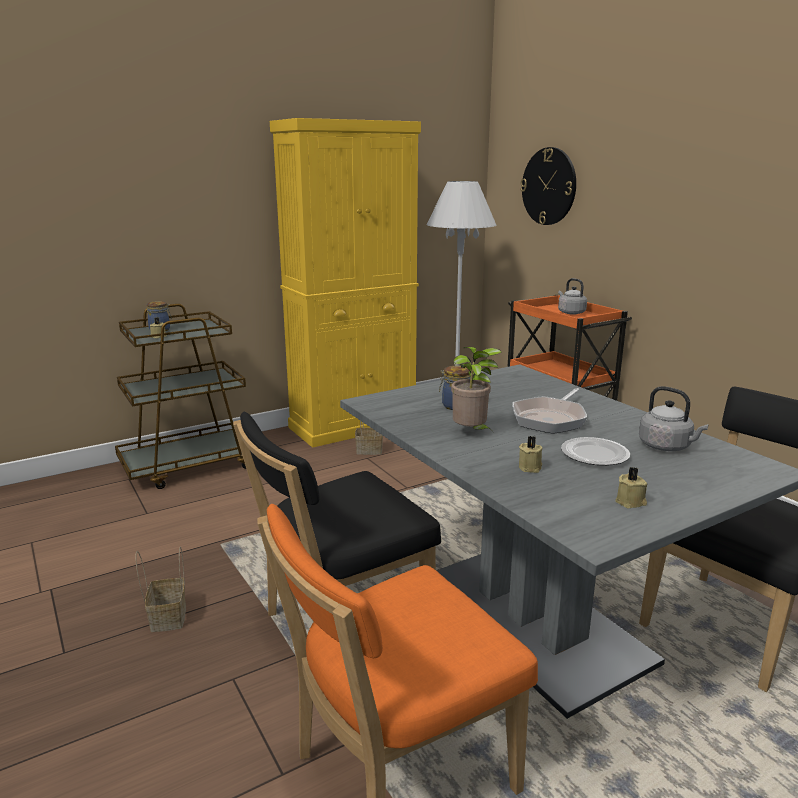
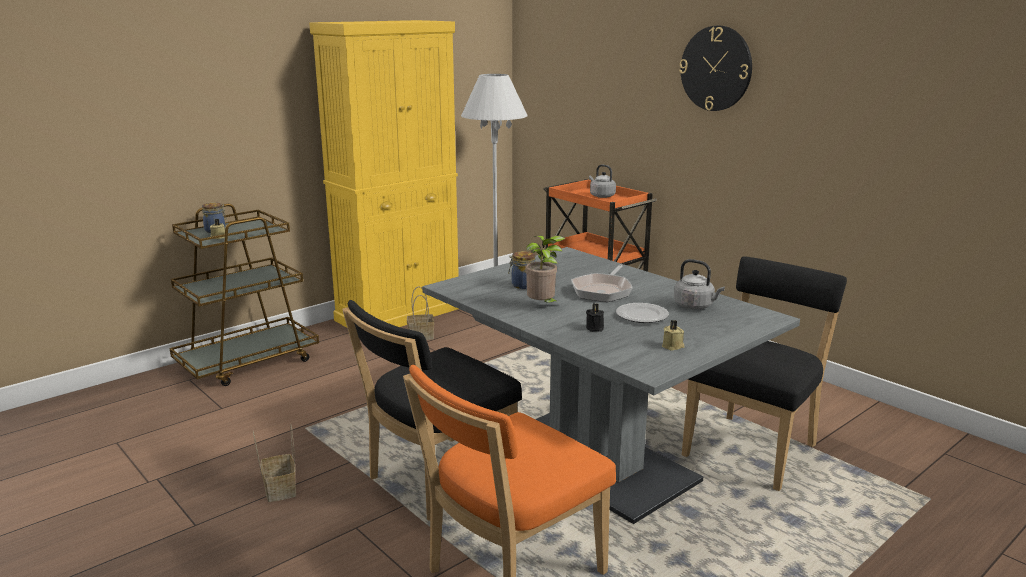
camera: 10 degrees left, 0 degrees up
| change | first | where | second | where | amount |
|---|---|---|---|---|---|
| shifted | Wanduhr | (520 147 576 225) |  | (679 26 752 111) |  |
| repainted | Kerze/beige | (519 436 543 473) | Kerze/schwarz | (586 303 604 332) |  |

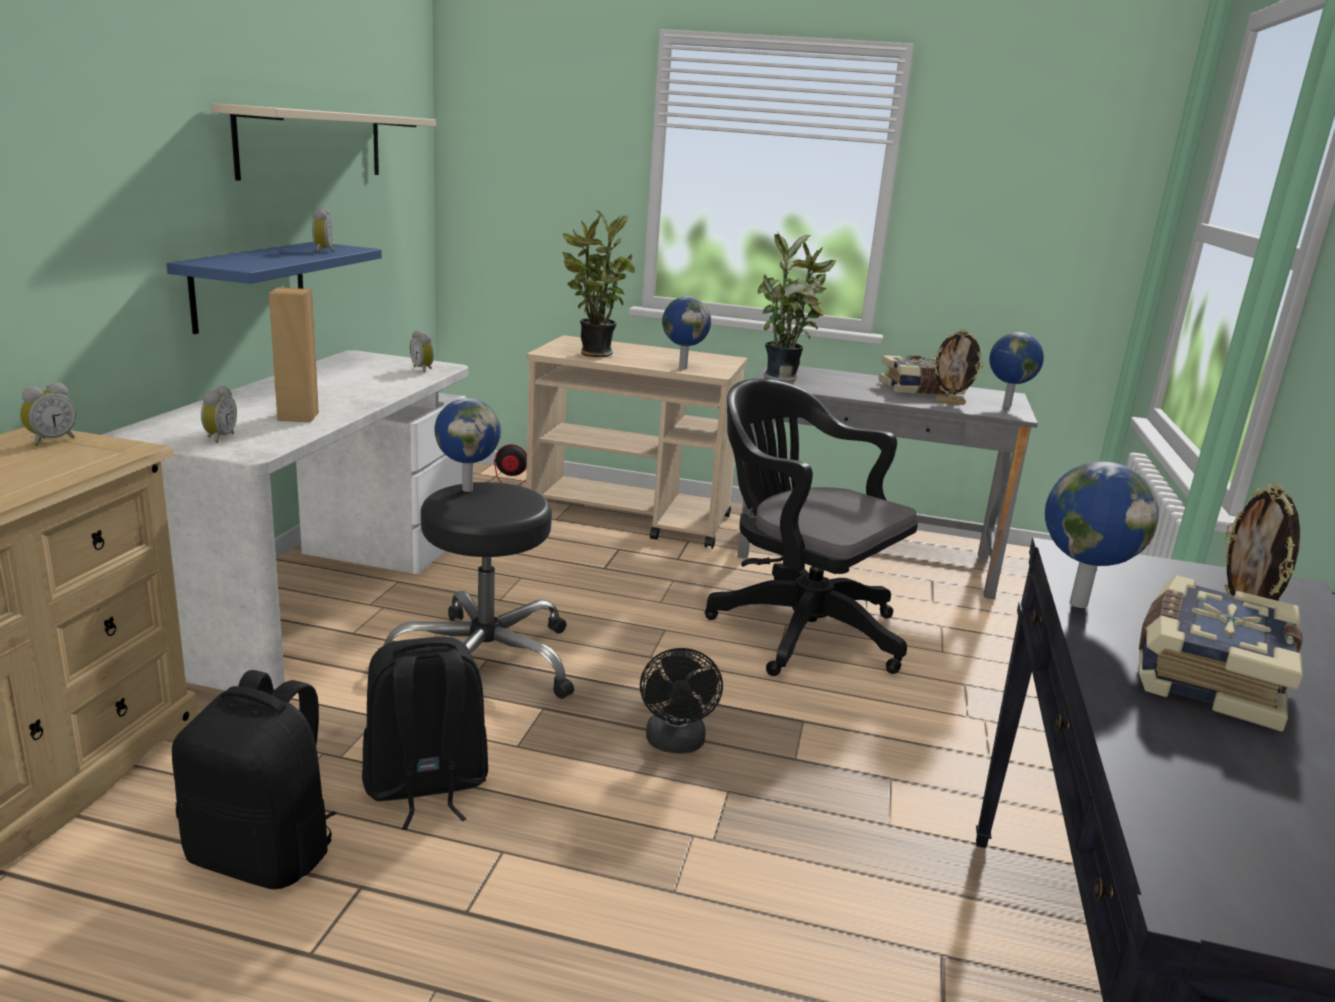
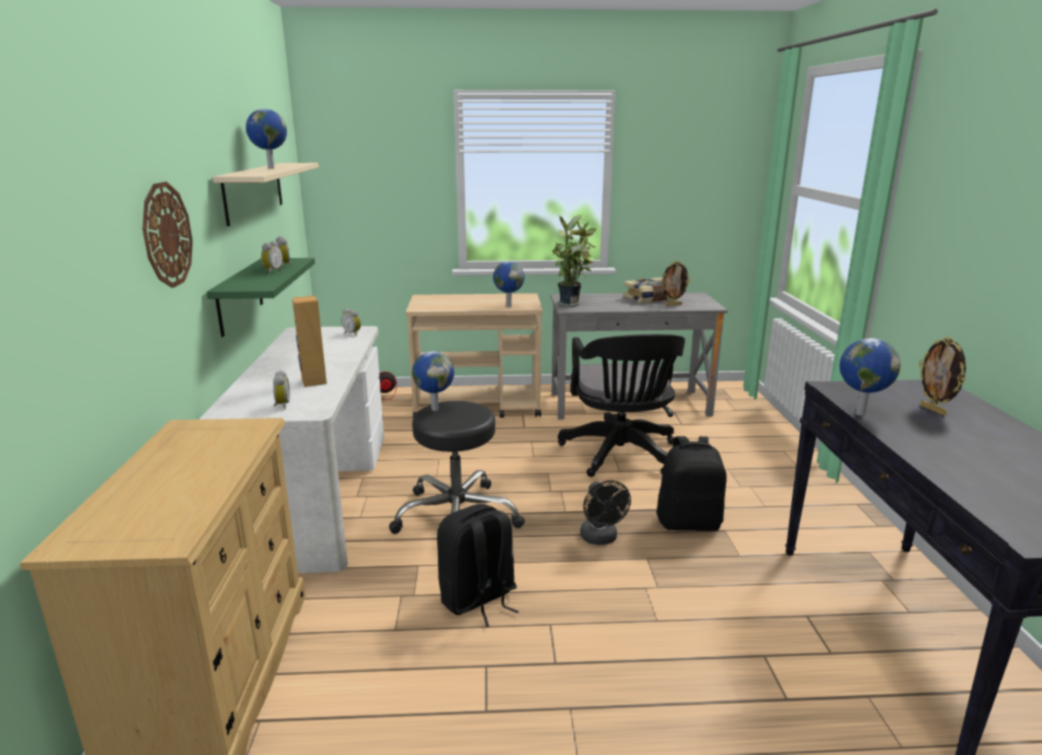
camera: 15 degrees left, 0 degrees up
| change | first | where | second | where | amount |
|---|---|---|---|---|---|
| gone | Topfpflanze | (562 210 635 357) |  |  |  |
| repainted | Wandregal/blau | (166 242 382 334) | Wandregal/grün | (206 258 315 337) |  |
| shifted | Globus | (989 332 1044 408) |  | (246 109 287 169) |  |
| rotated | Bürostuhl/schwarz | (705 379 918 676) |  | (558 334 685 477) | 120 degrees counterclockwise |
| shifted | Wecker | (20 382 76 446) |  | (261 241 283 274) |  |
| gone | Buch | (1139 575 1303 732) |  |  |  |
| shifted | Rucksack/schwarz | (172 670 337 889) |  | (657 436 727 531) |  |
| new |  |  | Wanduhr | (142 182 193 288) |  |

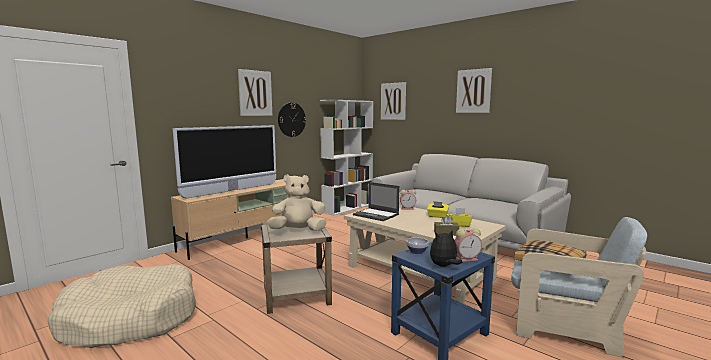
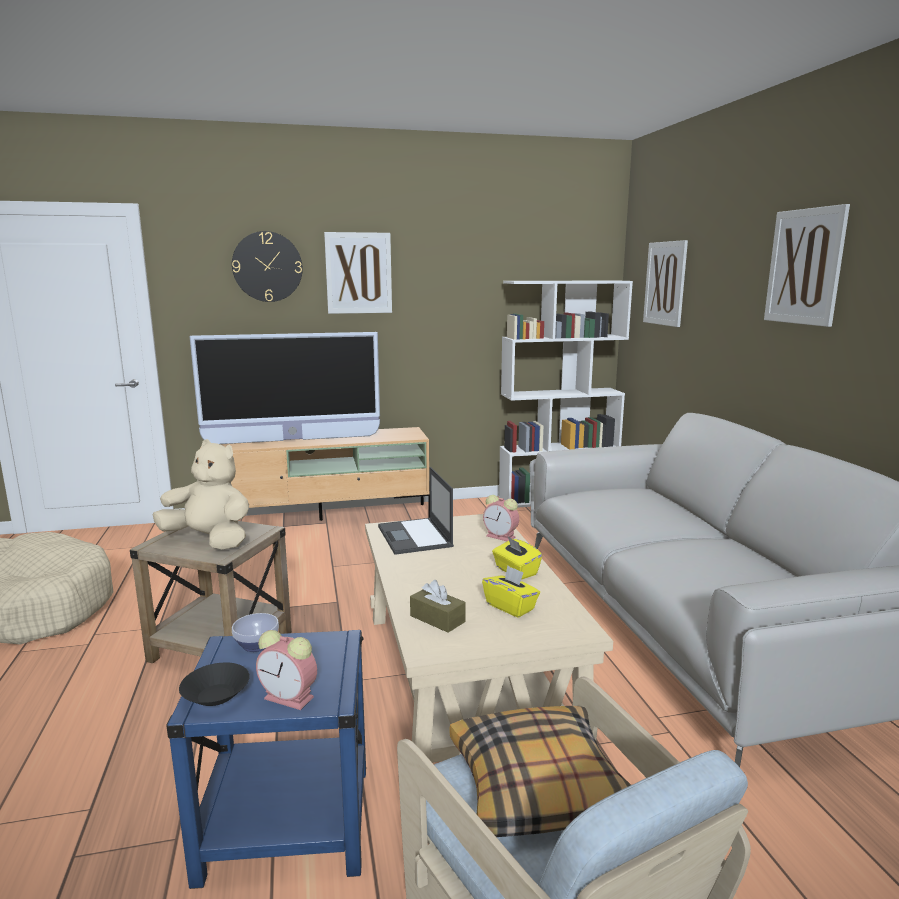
camera: 35 degrees right, 5 degrees up
| change | first | where | second | where | amount |
|---|---|---|---|---|---|
| shifted | Wanduhr | (278 103 306 137) |  | (232 231 303 302) |  |
| swapped | Plüschtier | (430 230 462 267) | Schüssel/schwarz | (179 663 250 706) |  |

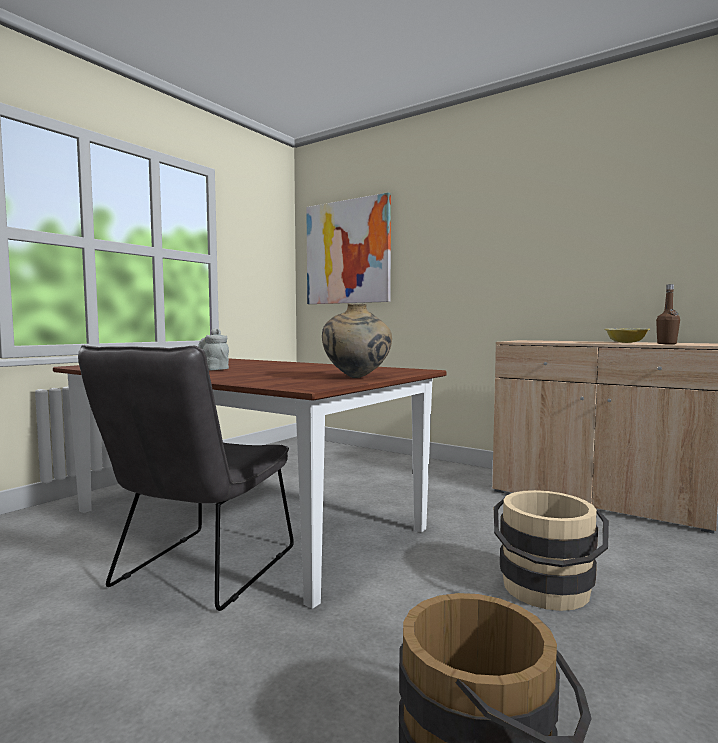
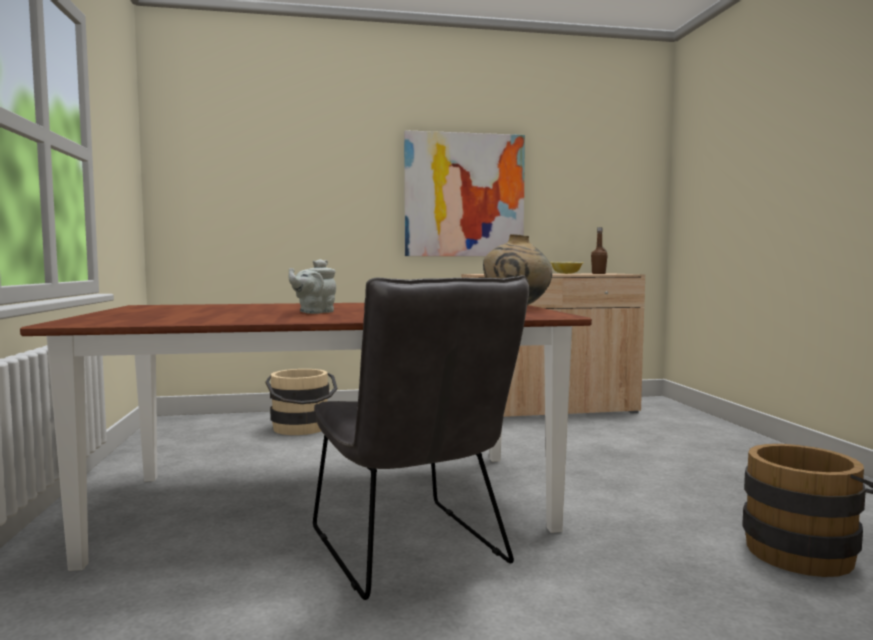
camera: 45 degrees left, 0 degrees up
| change | first | where | second | where | amount |
|---|---|---|---|---|---|
| shifted | Bild | (306 193 391 304) |  | (404 130 525 256) |  |
| rotated | Teekanne/grau | (198 328 229 370) |  | (289 259 336 314) | 60 degrees counterclockwise |
| shifted | Eimer/beige | (494 490 609 611) |  | (265 369 337 435) |  |

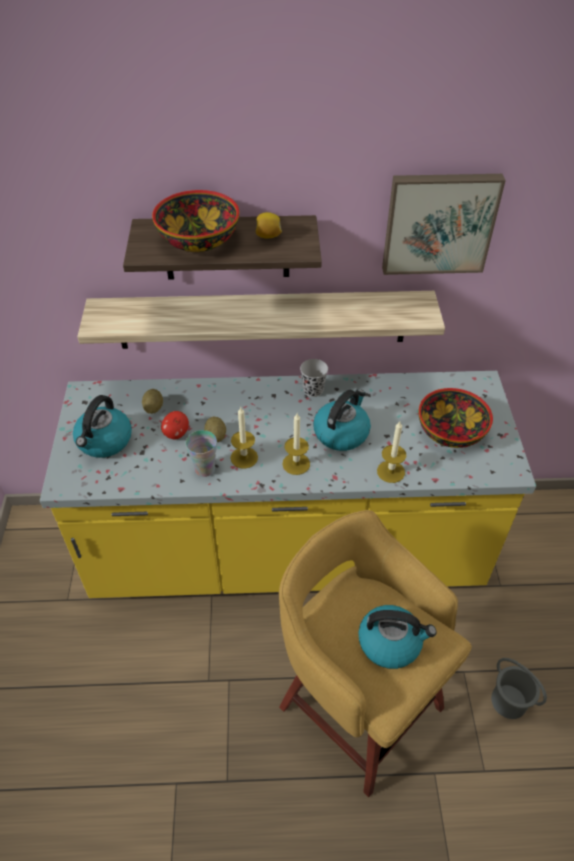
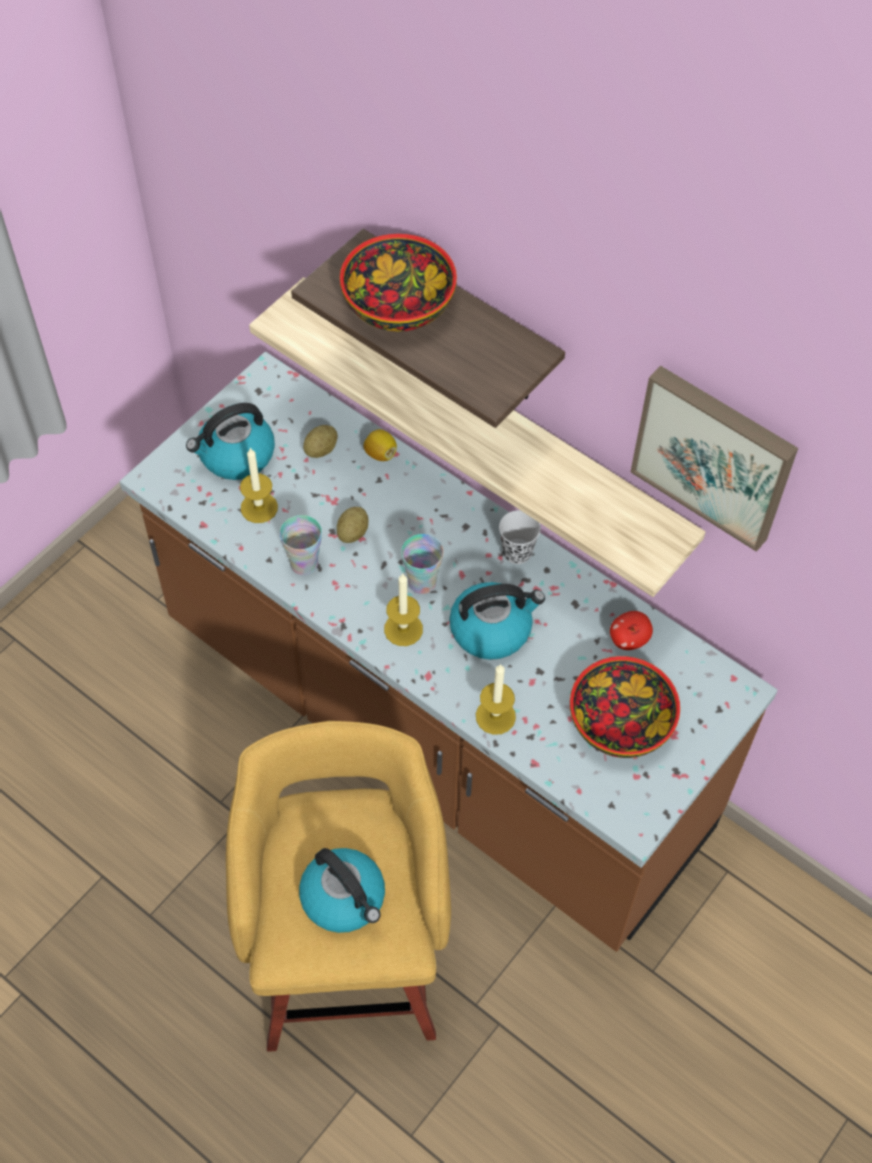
camera: 40 degrees right, 10 degrees up
| change | first | where | second | where | amount |
|---|---|---|---|---|---|
| shifted | Zitrone | (256 212 282 239) |  | (363 429 397 461) |  |
| repainted | Küchenzeile/gelb | (40 371 536 598) | Küchenzeile/braun | (120 352 778 952) |  |
| shifted | Kerze | (230 407 258 469) |  | (240 447 278 523) |  |
| shifted | Apfel | (161 411 189 439) |  | (610 611 653 650) |  |
| gone | Eimer/grau | (491 658 547 719) |  |  |  |
| new |  |  | Tasse | (401 534 444 594) |  |

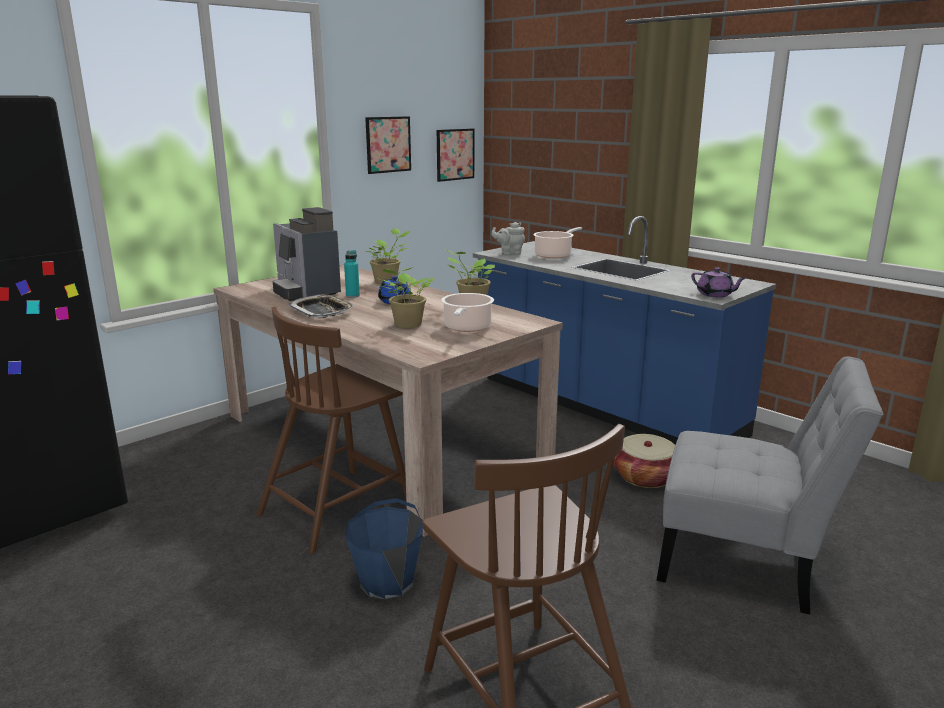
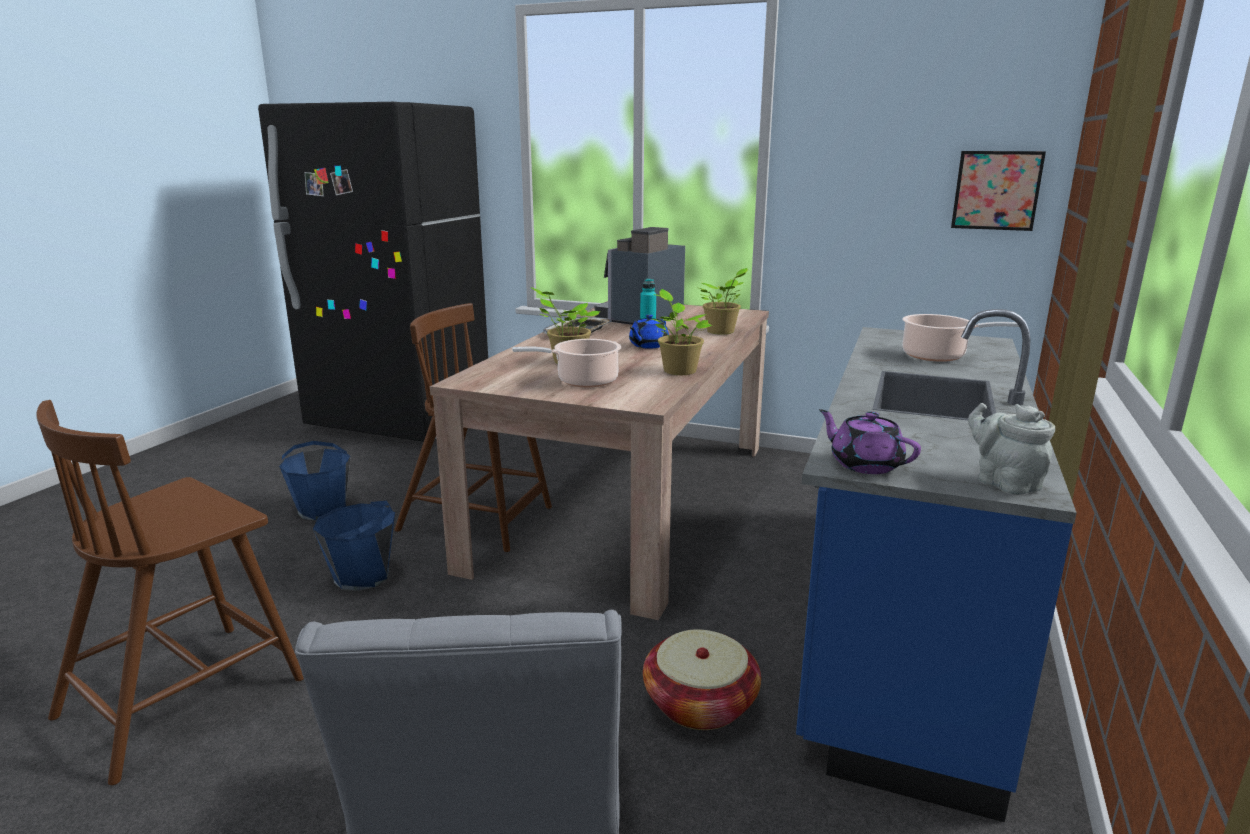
camera: 65 degrees right, 0 degrees up
| change | first | where | second | where | amount |
|---|---|---|---|---|---|
| gone | Bild | (365 116 411 174) |  |  |  |
| shifted | Teekanne/grau | (491 222 525 255) |  | (968 403 1055 495) |  |
| rotated | Teekanne/lila | (691 267 746 297) |  | (819 409 921 474) | 120 degrees clockwise |
| new |  |  | Eimer/blau | (279 441 351 520) |  |

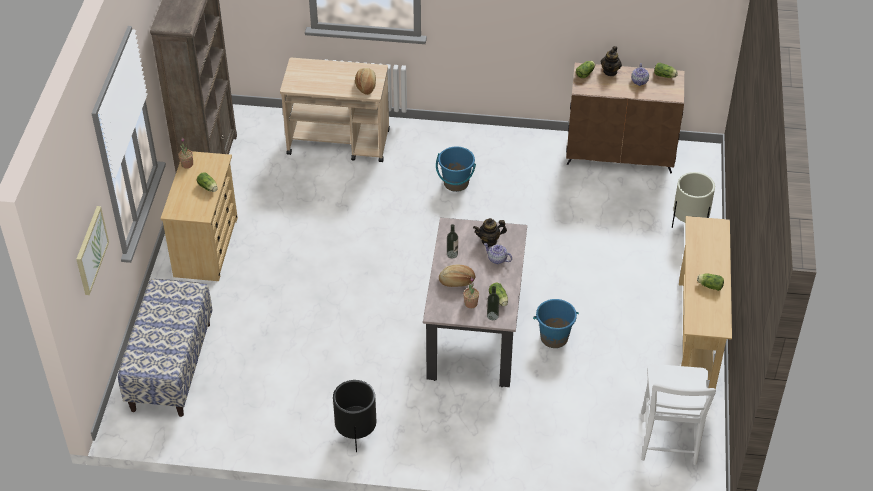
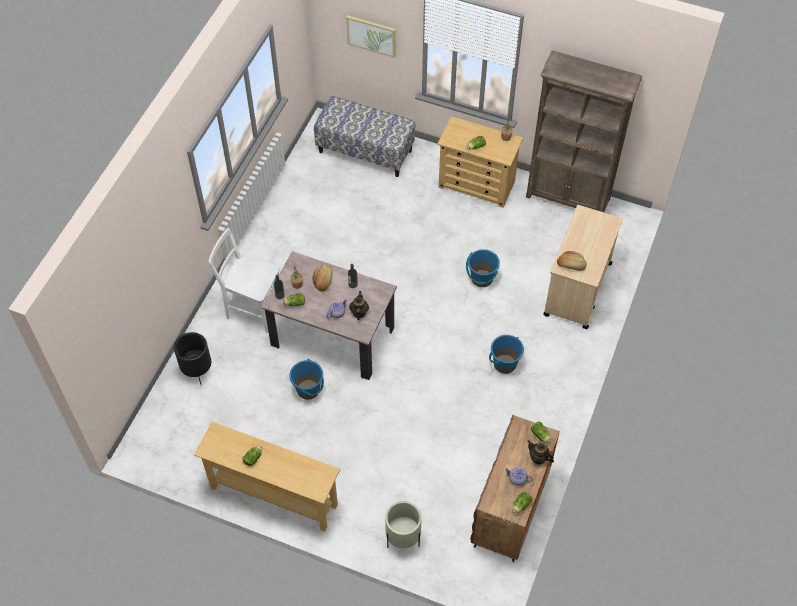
camera: 105 degrees right, 10 degrees up
| change | first | where | second | where | amount |
|---|---|---|---|---|---|
| shifted | Stuhl/weiß | (641 364 716 465) |  | (209 228 280 333) |  |
| shifted | Pflanzkübel/schwarz | (333 380 376 452) |  | (174 332 211 384) |  |
| new |  |  | Eimer/blau | (466 249 500 287) |  |

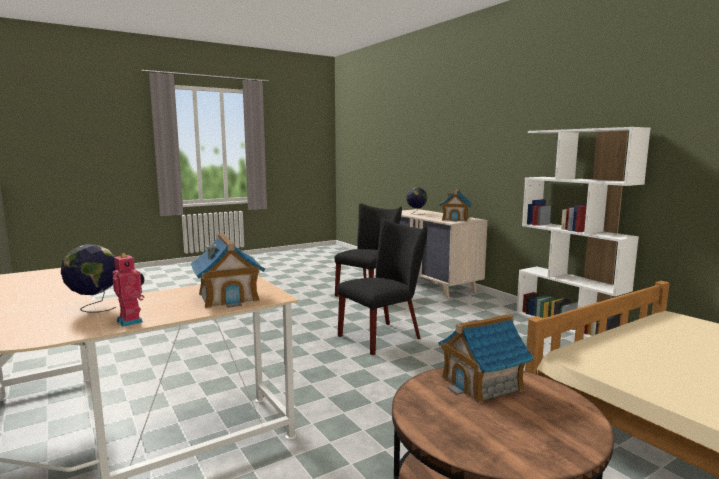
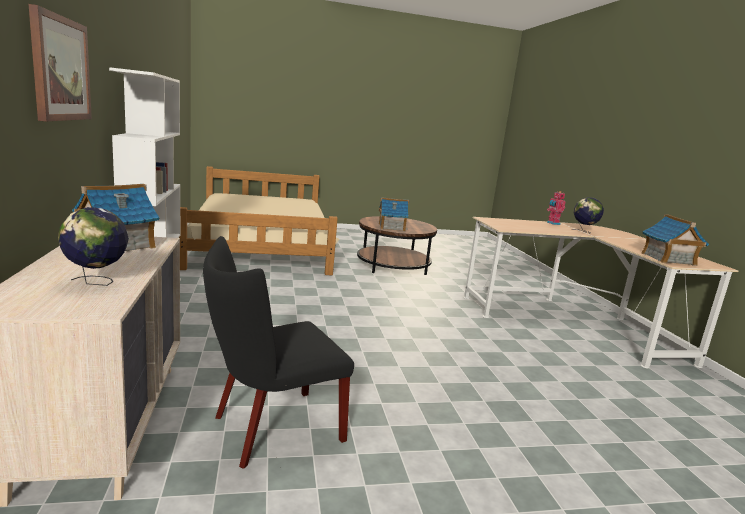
camera: 160 degrees left, 5 degrees up
| change | first | where | second | where | amount |
|---|---|---|---|---|---|
| gone | Stuhl/schwarz | (337 218 427 355) |  |  |  |
| shifted | Spielzeughaus | (190 234 265 308) |  | (642 214 709 266) |  |
| new |  |  | Bild | (28 4 92 122) |  |

